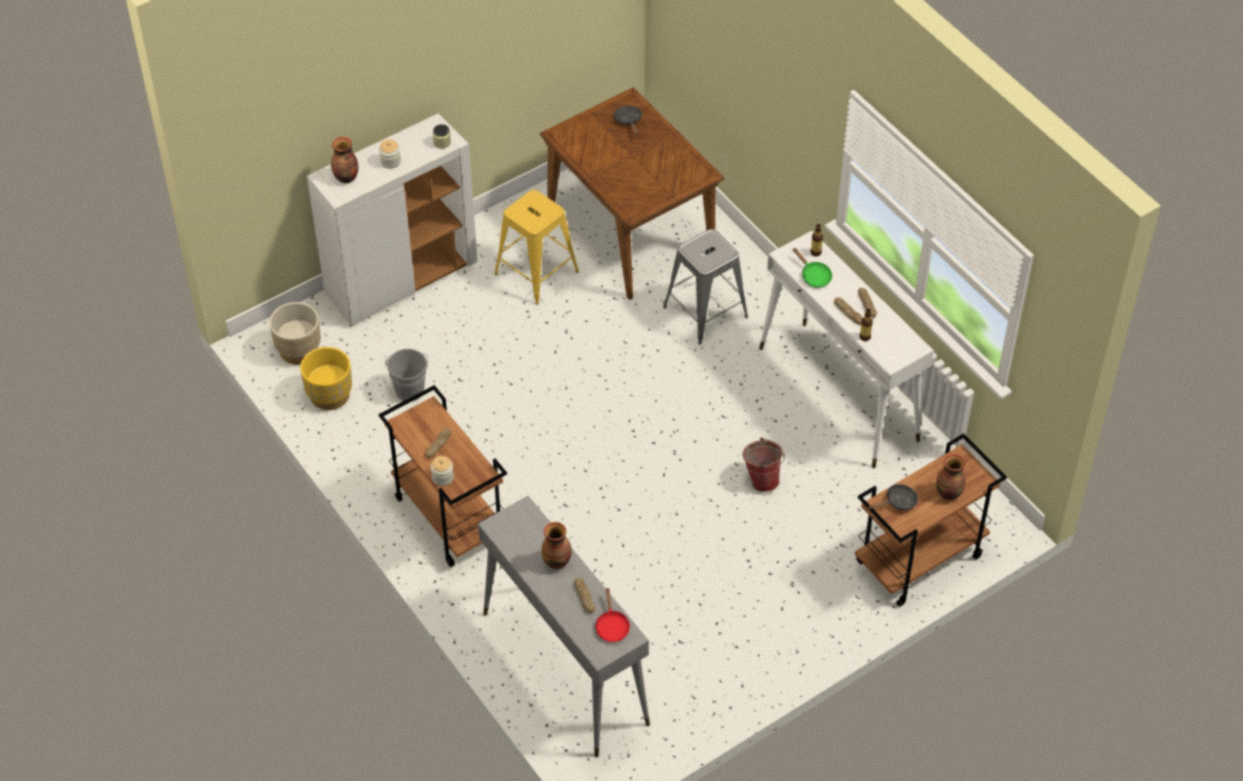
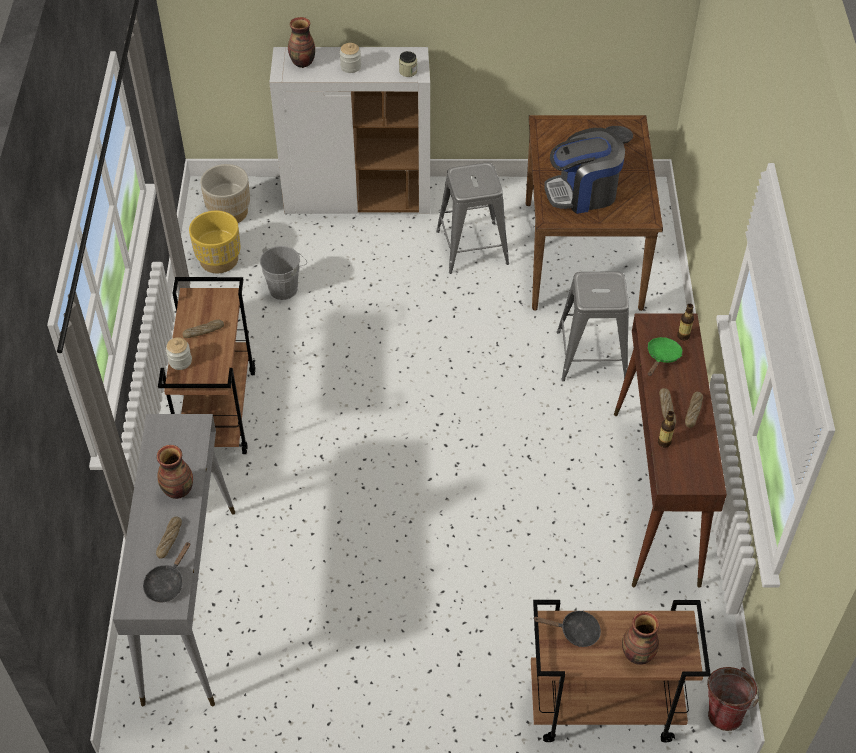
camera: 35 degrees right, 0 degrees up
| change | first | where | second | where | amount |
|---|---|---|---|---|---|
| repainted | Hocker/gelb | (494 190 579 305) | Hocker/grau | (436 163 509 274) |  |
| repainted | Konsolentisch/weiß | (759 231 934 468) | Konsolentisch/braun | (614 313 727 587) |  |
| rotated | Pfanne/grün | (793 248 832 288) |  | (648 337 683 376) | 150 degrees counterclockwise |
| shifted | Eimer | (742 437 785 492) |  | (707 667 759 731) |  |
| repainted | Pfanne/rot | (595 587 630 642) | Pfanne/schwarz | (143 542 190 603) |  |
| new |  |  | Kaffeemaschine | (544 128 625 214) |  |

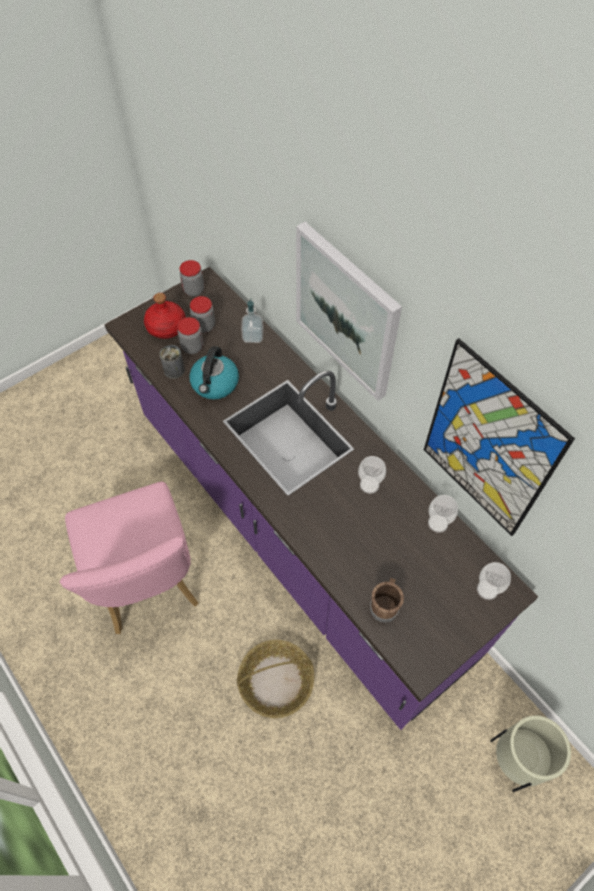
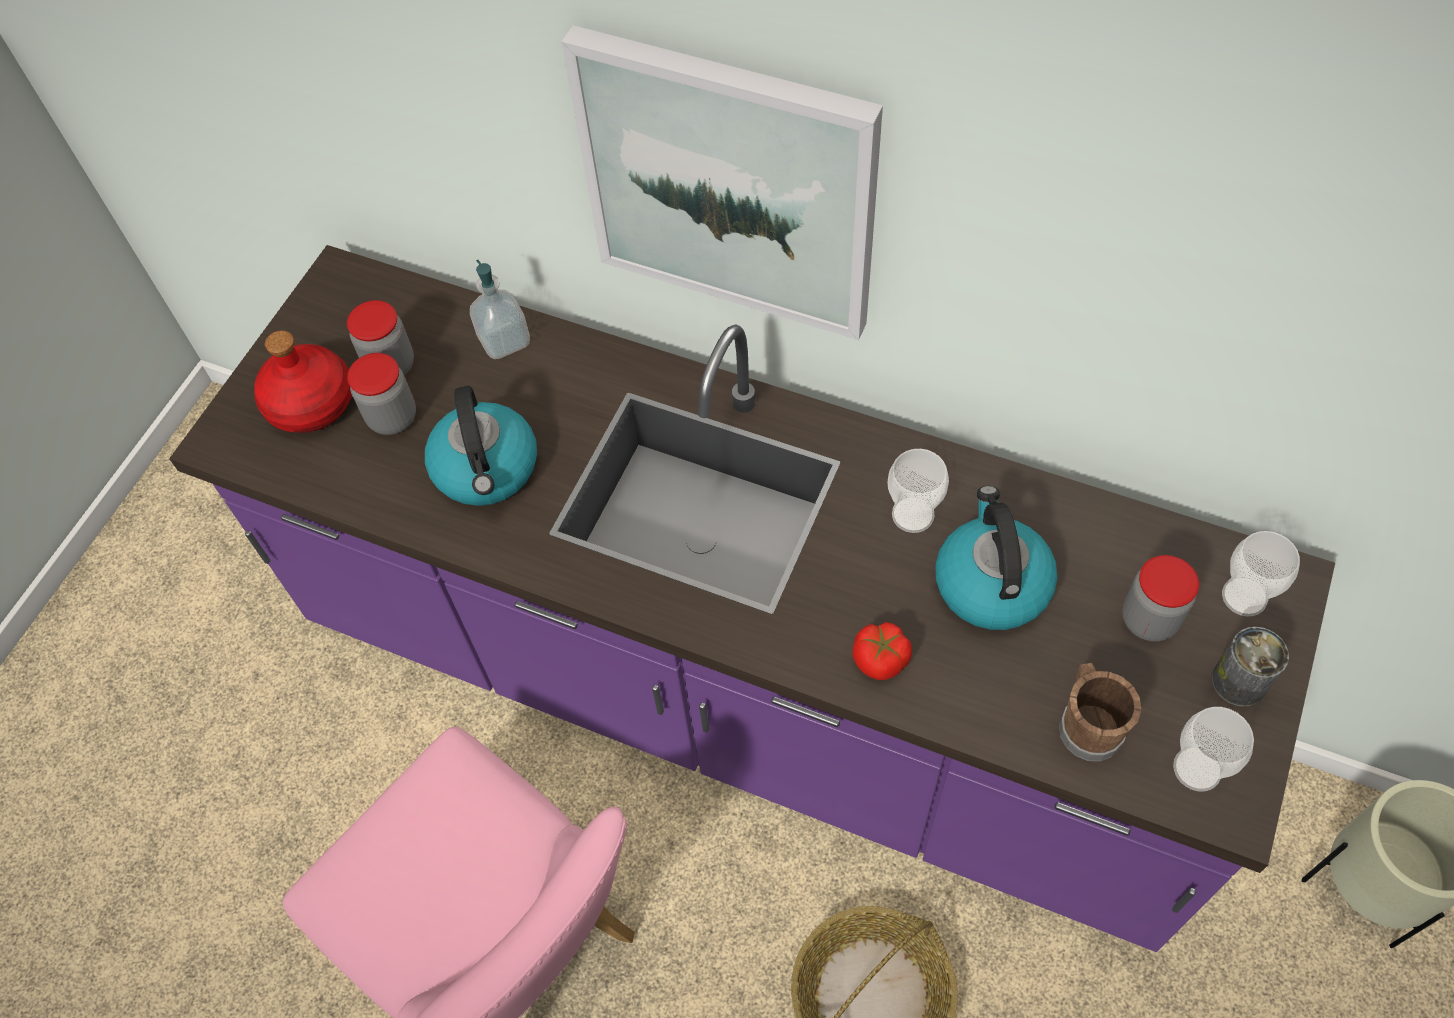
camera: 25 degrees left, 0 degrees up
| change | first | where | second | where | amount |
|---|---|---|---|---|---|
| shifted | Vorratsglas | (180 260 204 296) |  | (1122 555 1199 642) |  |
| gone | Bild | (424 338 575 536) |  |  |  |
| shifted | Dose | (160 345 185 379) |  | (1212 627 1289 707) |  |
| shifted | Tasse | (428 495 458 533) |  | (1173 707 1254 792) |  |
| new |  |  | Wasserkessel | (935 486 1058 630) |  |
| new |  |  | Tomate | (852 622 912 680) |  |

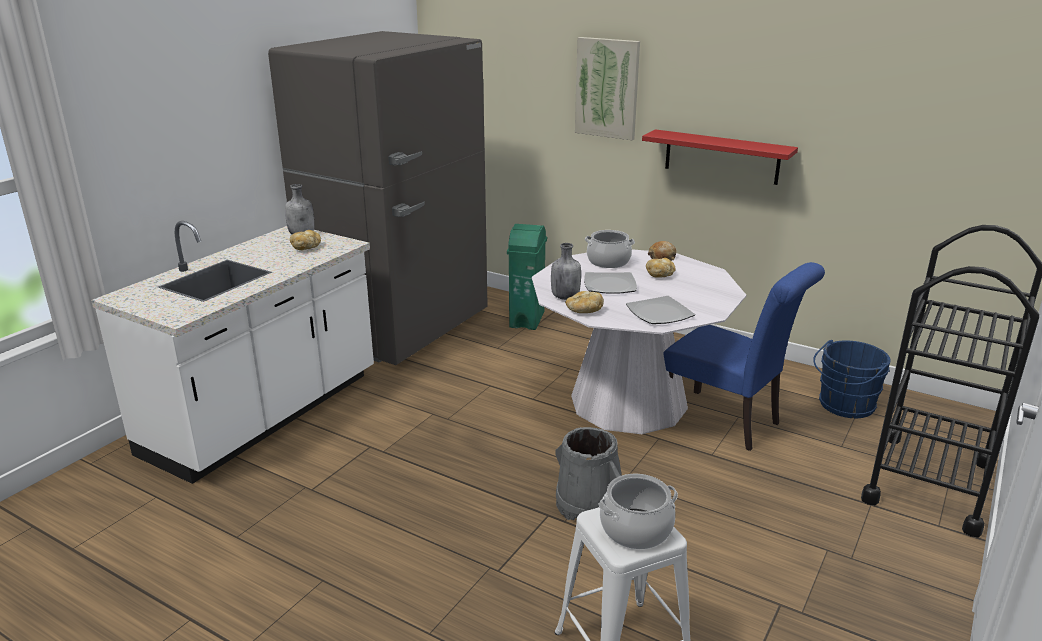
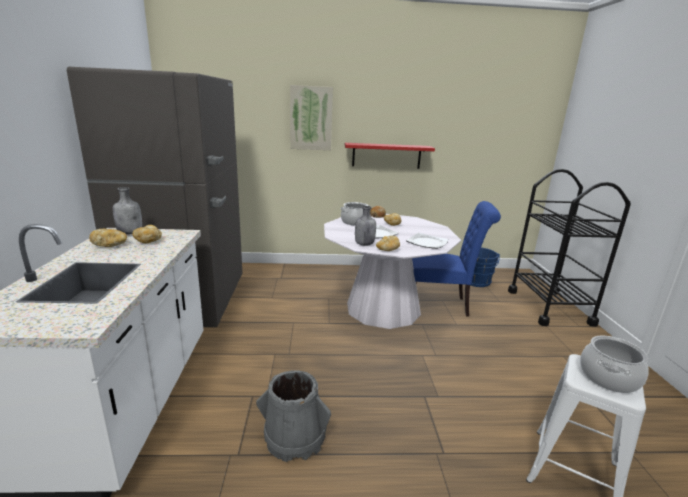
camera: 35 degrees left, 5 degrees down
| change | first | where | second | where | amount |
|---|---|---|---|---|---|
| gone | Mülleimer/grün | (507 224 547 330) |  |  |  |
| shifted | Eimer/grau | (555 427 622 520) |  | (256 371 331 462) |  |
| new |  |  | Brot | (89 229 127 247) |  |

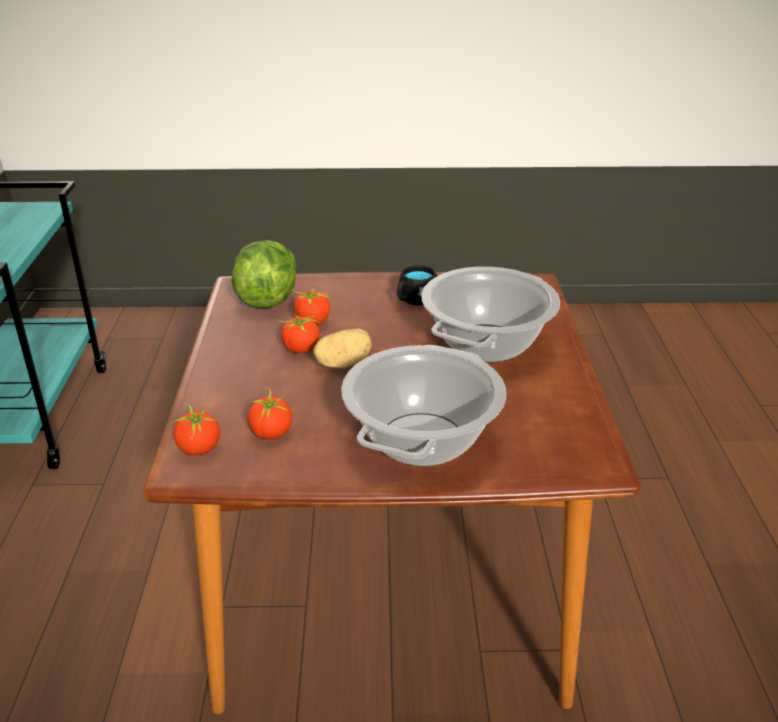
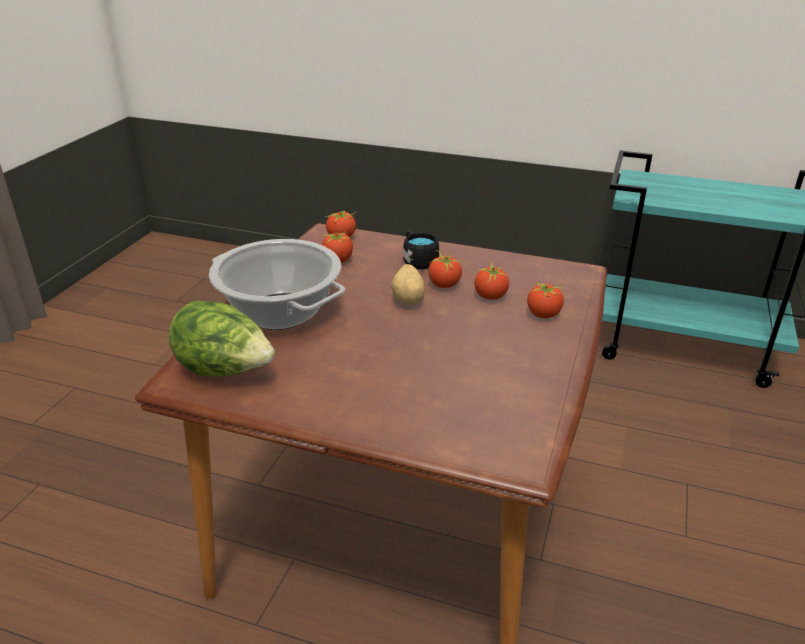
camera: 110 degrees right, 0 degrees up
| change | first | where | second | where | amount |
|---|---|---|---|---|---|
| shifted | Salatkopf | (231 240 297 309) |  | (169 300 275 376) |  |
| shifted | Henkelbecher/schwarz | (397 265 437 305) |  | (403 230 439 269) |  |
| gone | Kochtopf | (422 267 560 363) |  |  |  |
| new |  |  | Tomate | (527 281 564 319) |  |

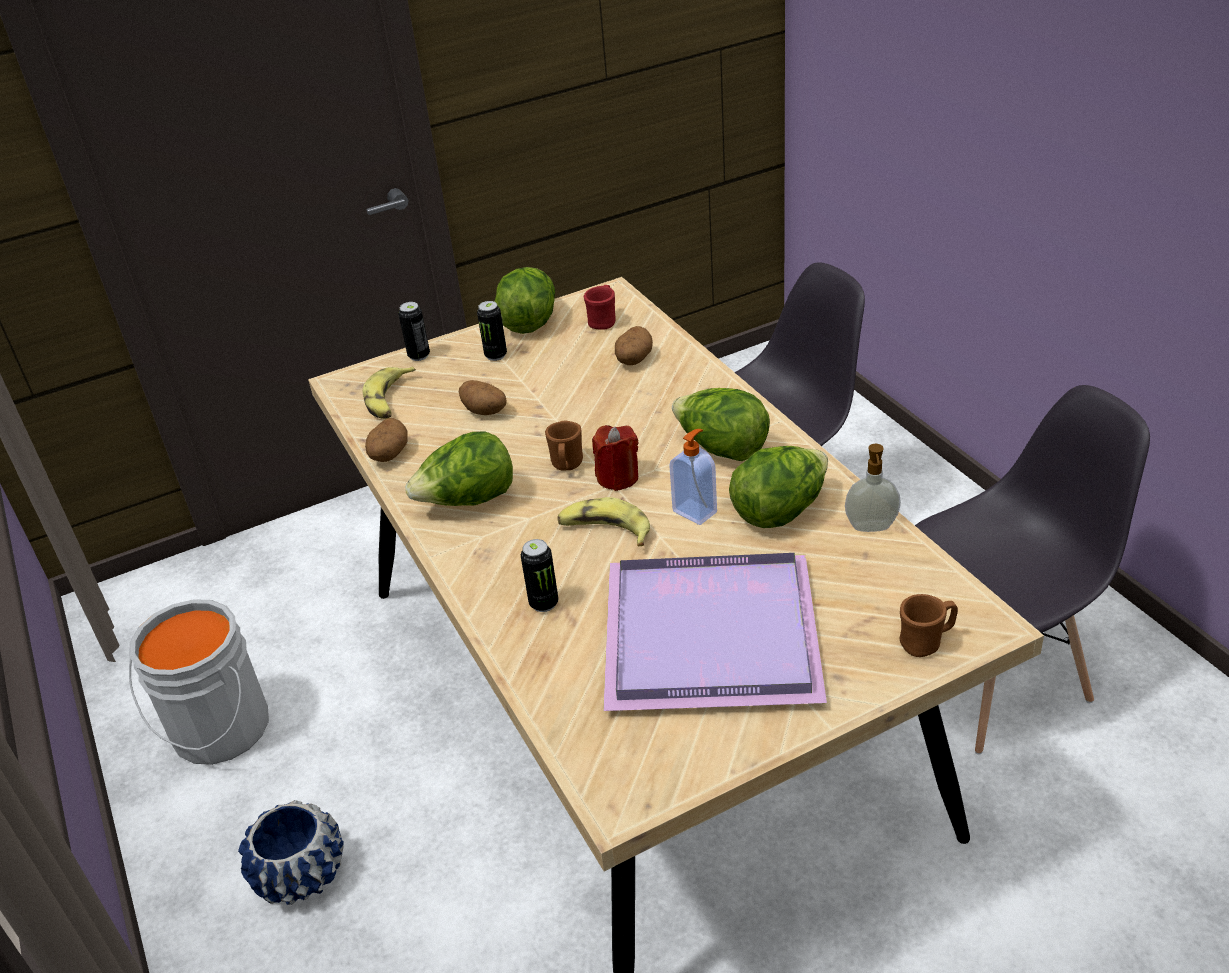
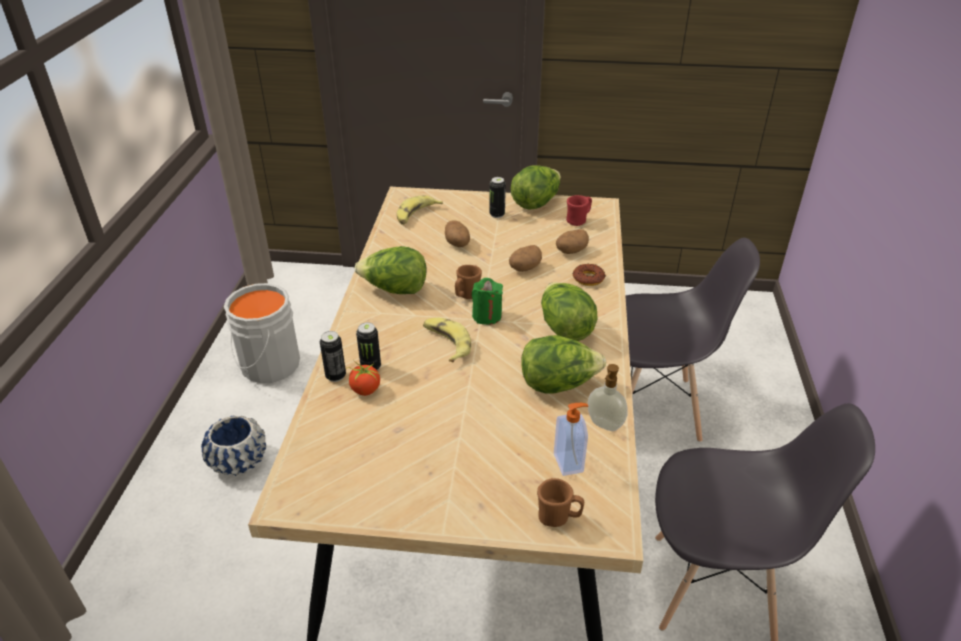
camera: 30 degrees right, 0 degrees up
| change | first | where | second | where | amount |
|---|---|---|---|---|---|
| shifted | Dose | (398 302 430 361) |  | (320 331 346 382) |  |
| shifted | Kartoffel | (365 418 408 462) |  | (509 245 542 272) |  |
| repainted | Kerze/rot | (592 425 638 491) | Kerze/grün | (472 278 503 325) |  |
| shifted | Seifenspender | (669 429 717 525) |  | (554 403 588 476) |  |
| gone | Tablett/lila | (603 553 827 711) |  |  |  |
| new |  |  | Donut | (573 264 606 286) |  |
| new |  |  | Tomate | (346 360 380 396) |  |

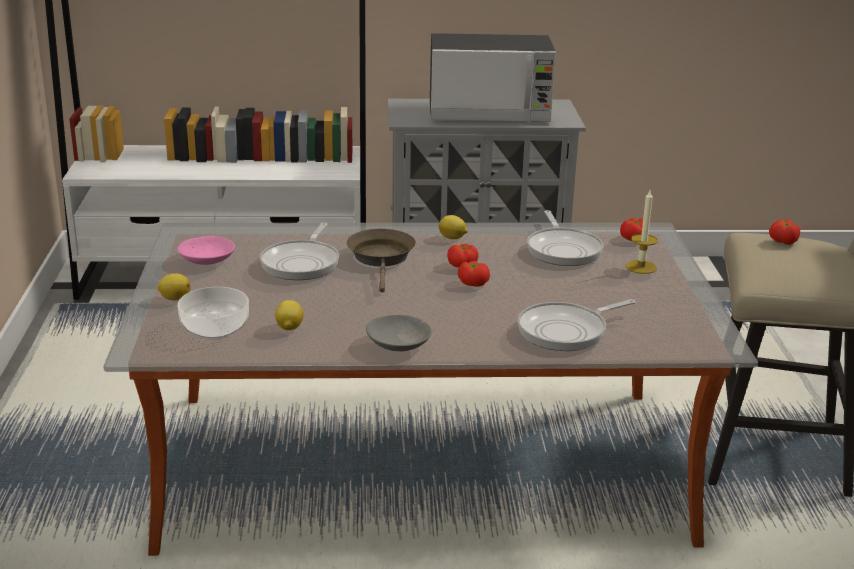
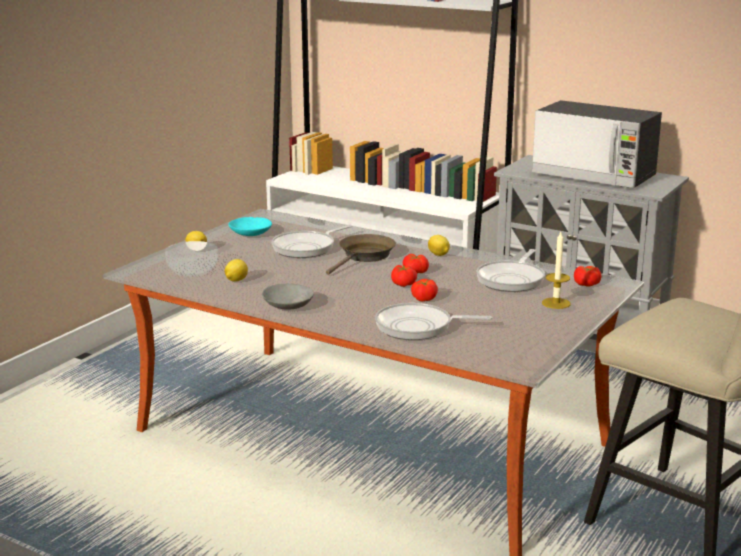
camera: 35 degrees right, 5 degrees down
| change | first | where | second | where | amount |
|---|---|---|---|---|---|
| shifted | Tomate | (769 220 800 245) |  | (411 279 438 301) |  |
| repainted | Schüssel/rosa | (177 236 235 265) | Schüssel/türkis | (228 217 272 236) |  |

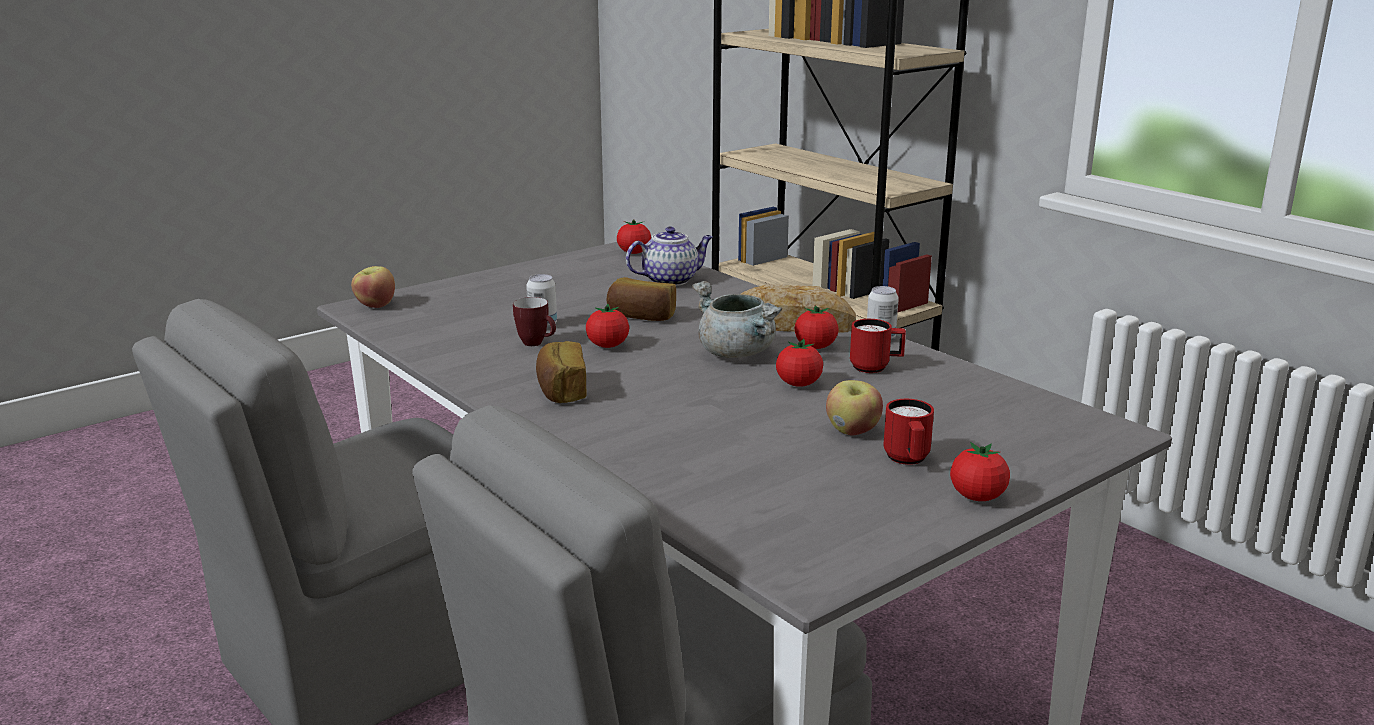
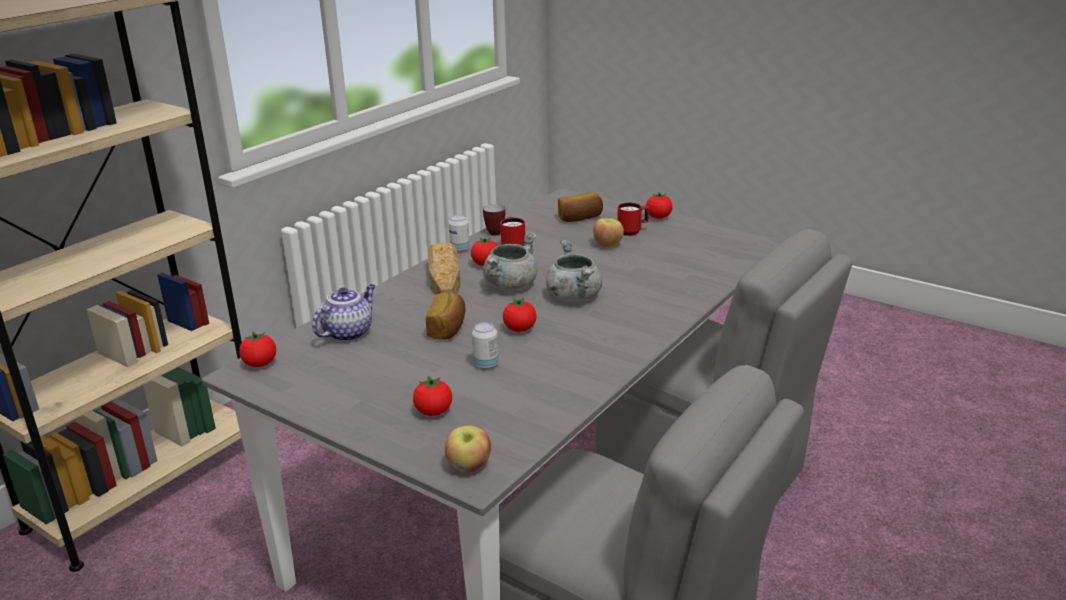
camera: 105 degrees left, 5 degrees up
| change | first | where | second | where | amount |
|---|---|---|---|---|---|
| rotated | Teekanne | (626 226 713 286) |  | (312 284 375 342) | 75 degrees clockwise |
| shifted | Henkelbecher | (513 297 556 346) |  | (483 204 505 236) |  |
| shifted | Tomate | (776 339 823 387) |  | (413 376 452 416) |  |
| shifted | Brot | (536 341 587 403) |  | (558 192 603 222) |  |
| new |  |  | Kochtopf/grau | (546 240 602 302) |  |

